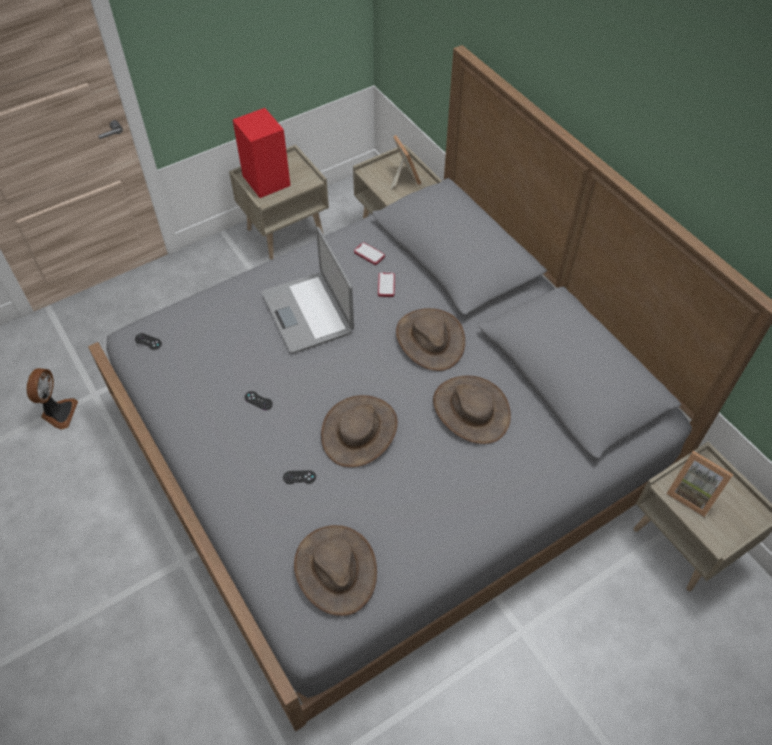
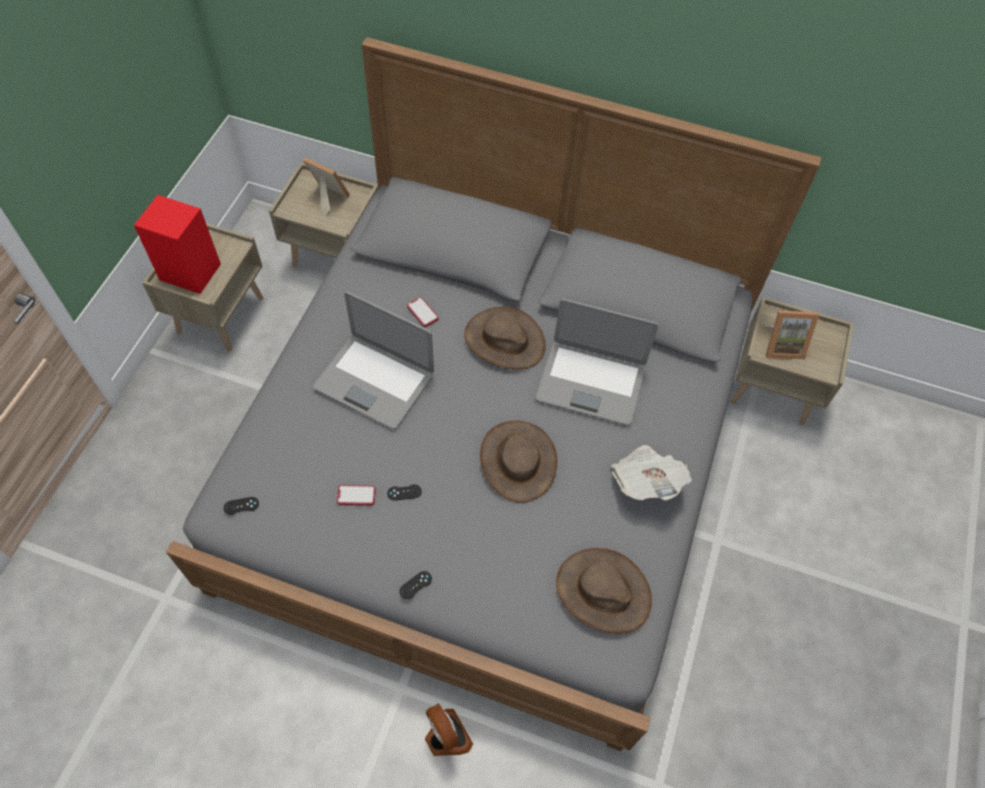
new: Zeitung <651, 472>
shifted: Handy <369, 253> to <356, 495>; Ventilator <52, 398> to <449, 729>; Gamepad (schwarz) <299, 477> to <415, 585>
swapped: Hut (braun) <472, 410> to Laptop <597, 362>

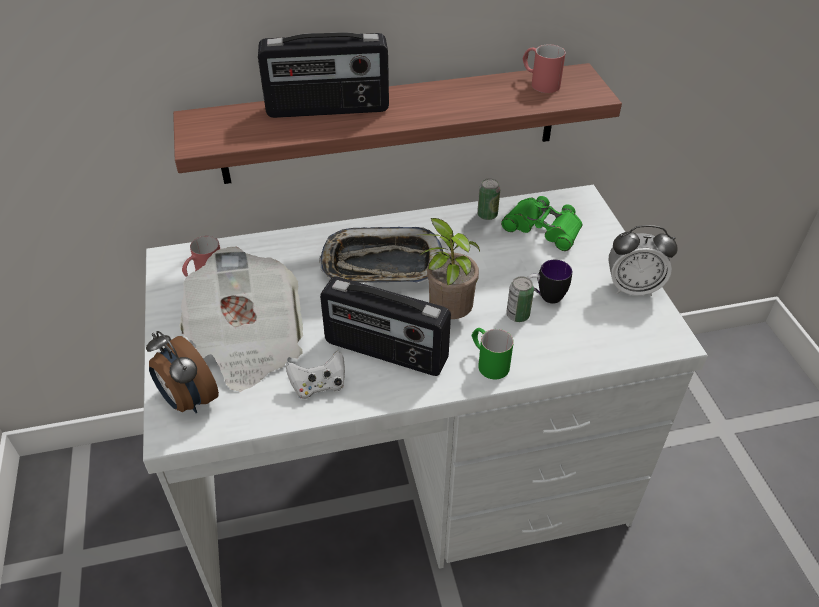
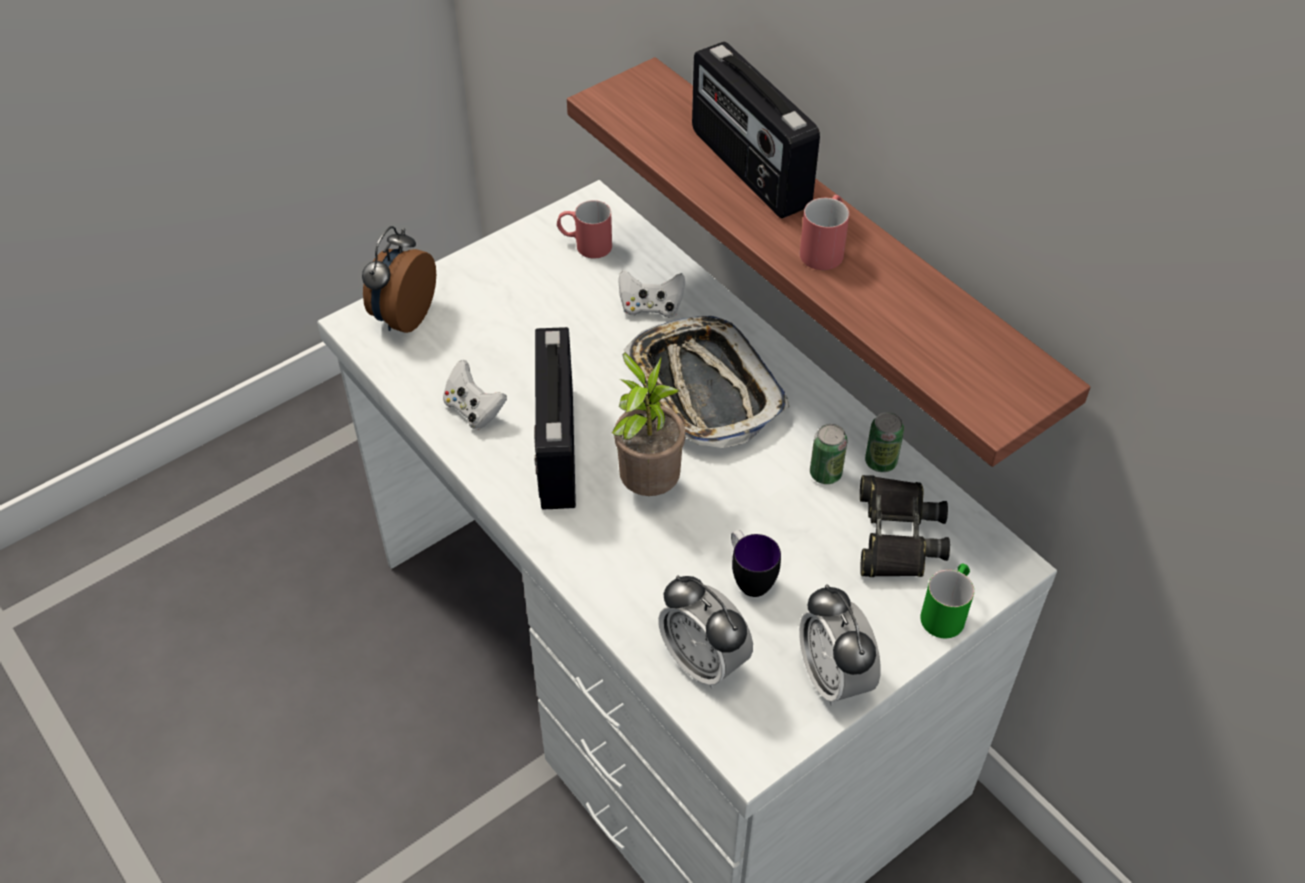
gone: Zeitung <241, 319>
new: Gamepad (weiß) <651, 294>; Wecker <705, 632>
shifted: Henkelbecher (rot) <544, 68> to <824, 232>; Dose <520, 299> to <828, 454>; Henkelbecher (grün) <493, 353> to <947, 600>
repainted: Fernglas (grün) <542, 223> to Fernglas (schwarz) <905, 526>

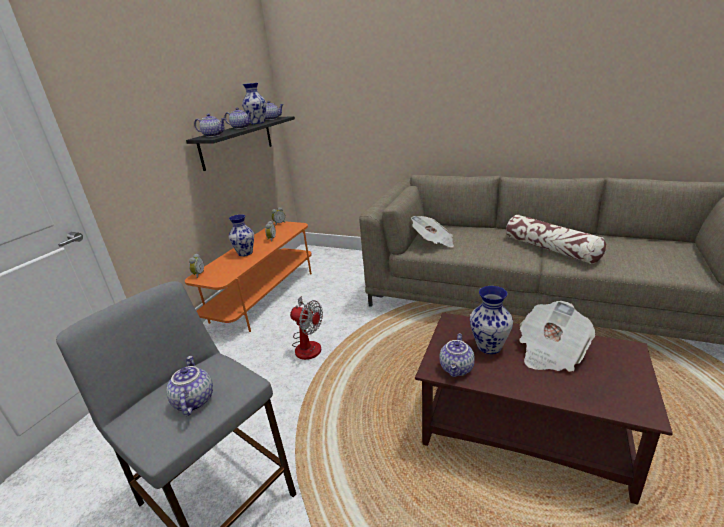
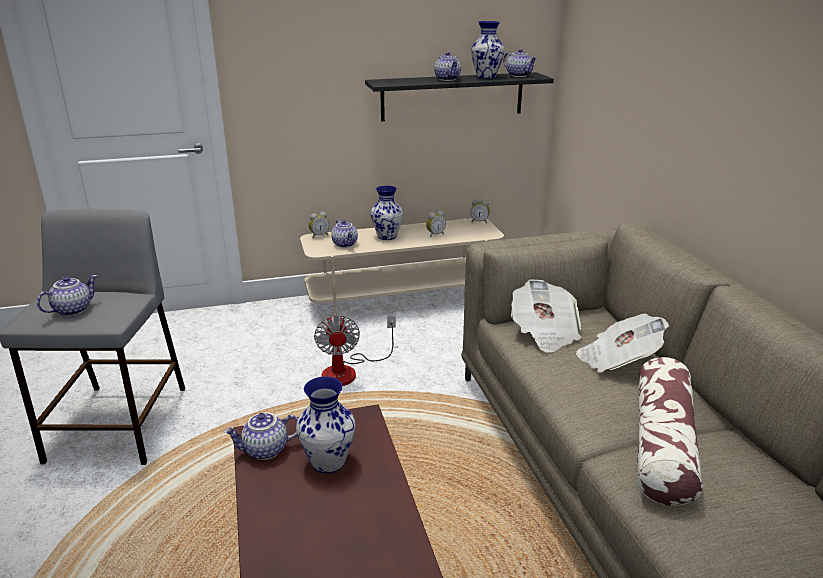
shifted: Teekanne <210, 125> to <344, 234>; Zeitung <557, 336> to <622, 343>
repainted: Fernsehschrank (orange) <248, 276> to Fernsehschrank (beige) <402, 266>

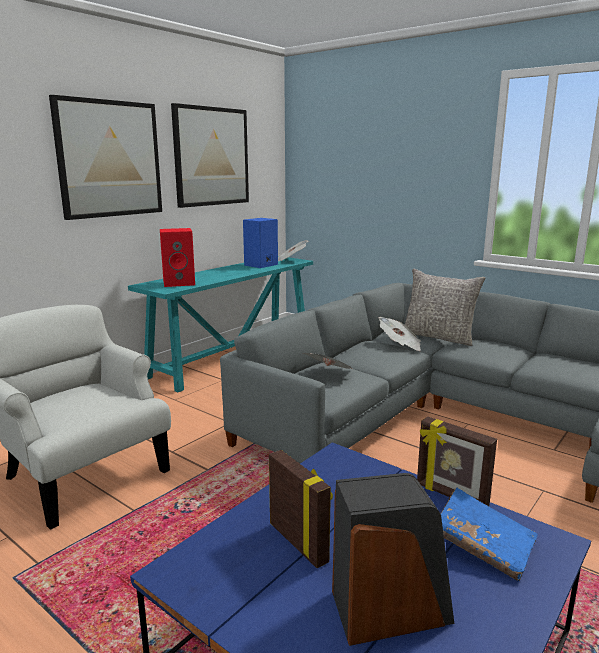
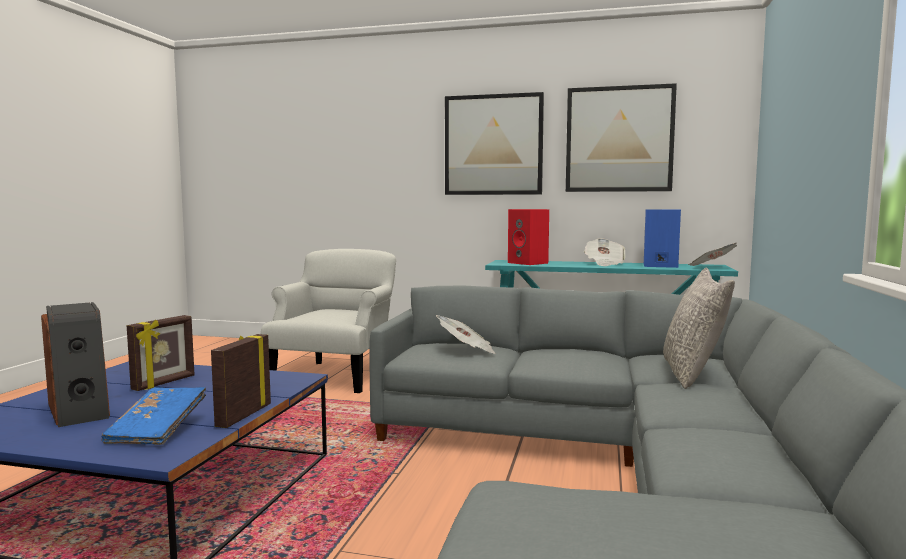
shifted: Zeitung <400, 334> to <604, 252>

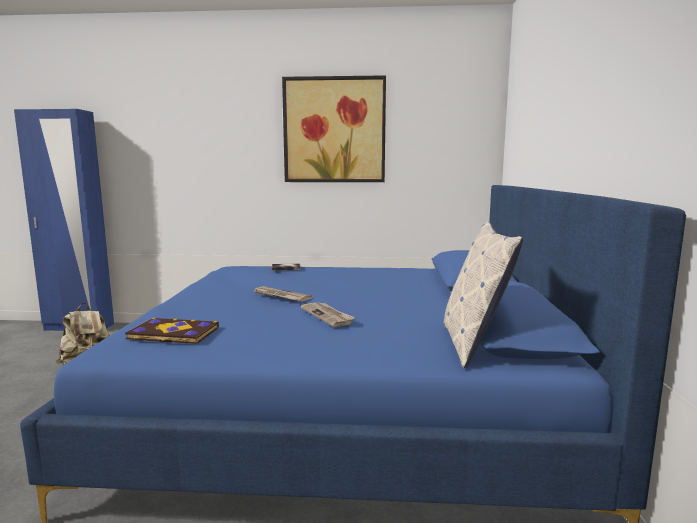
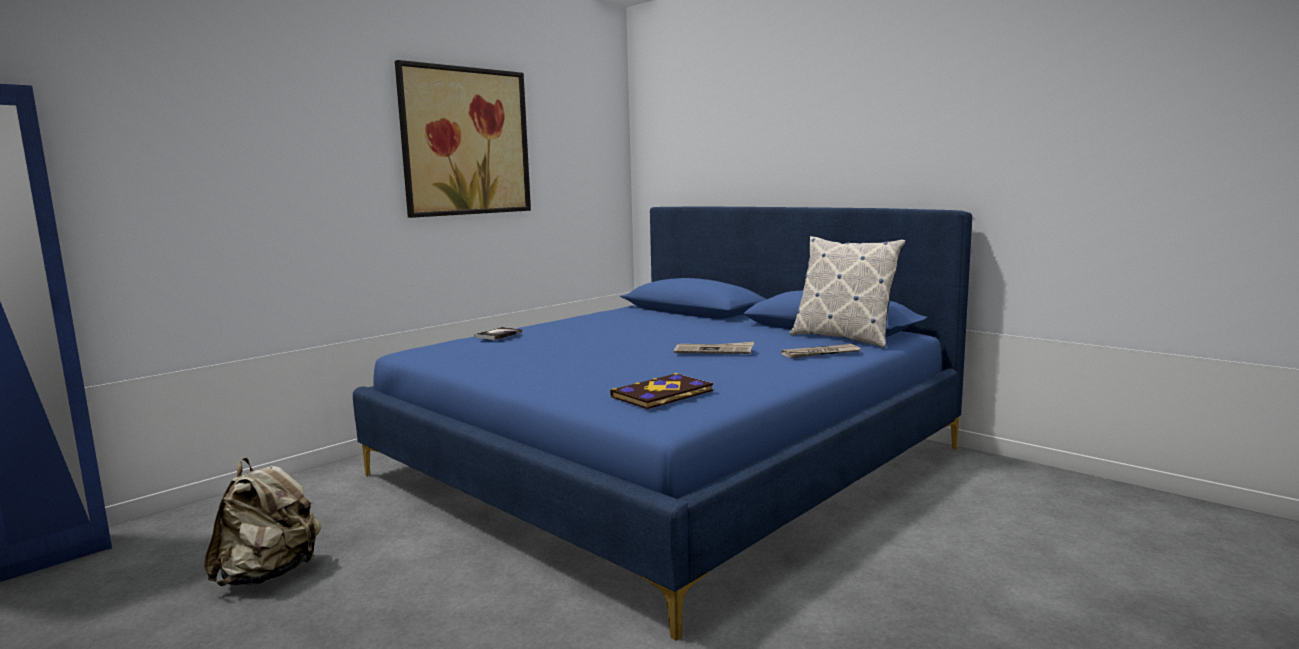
shifted: Zeitung <283, 294> to <821, 351>

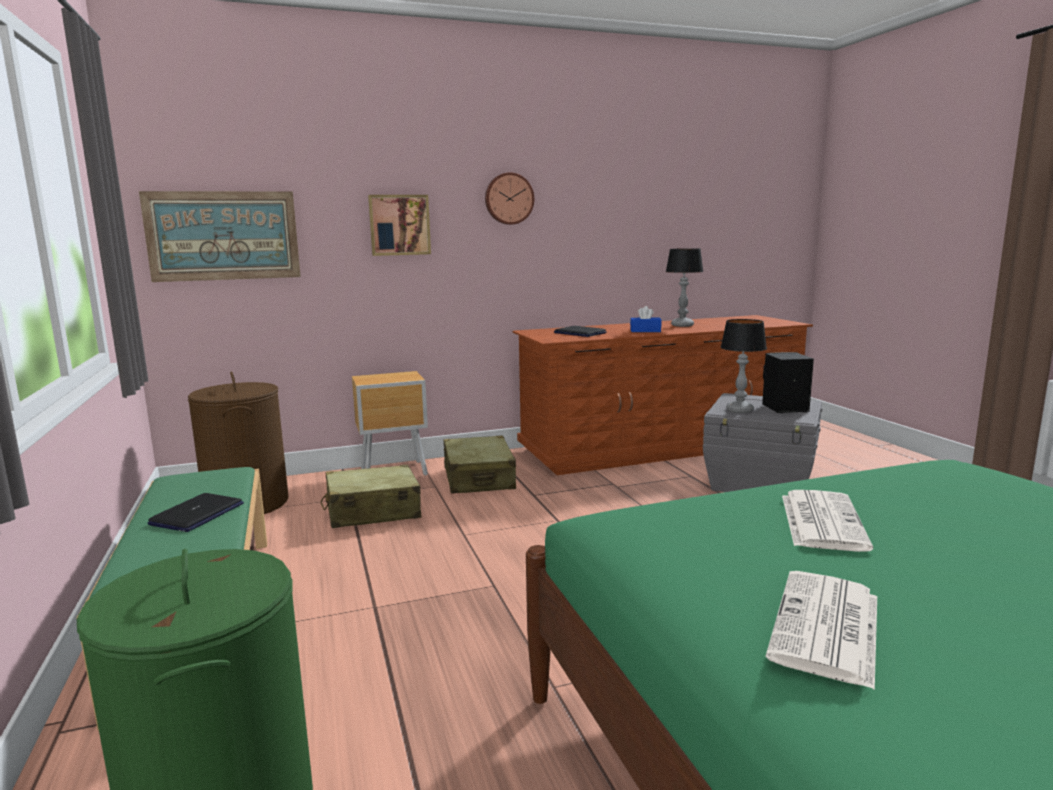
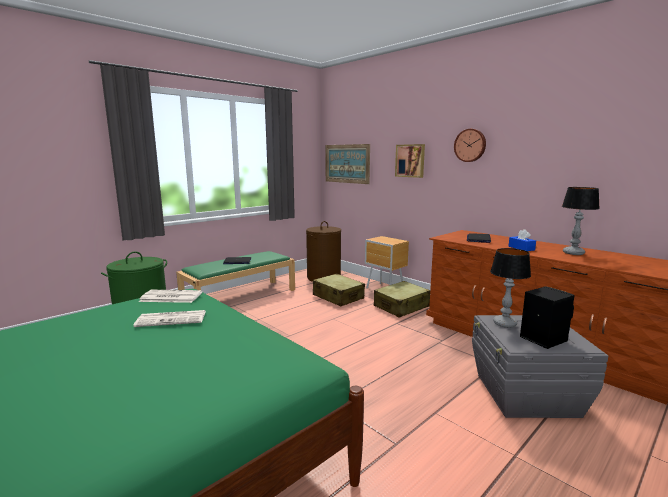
shifted: Zeitung <821, 630> to <170, 296>

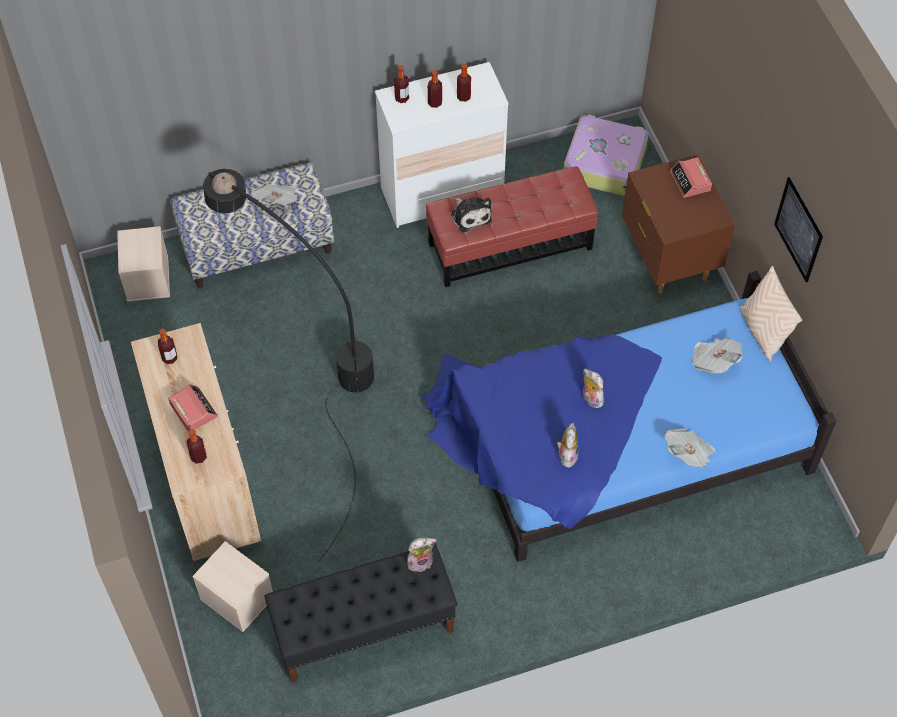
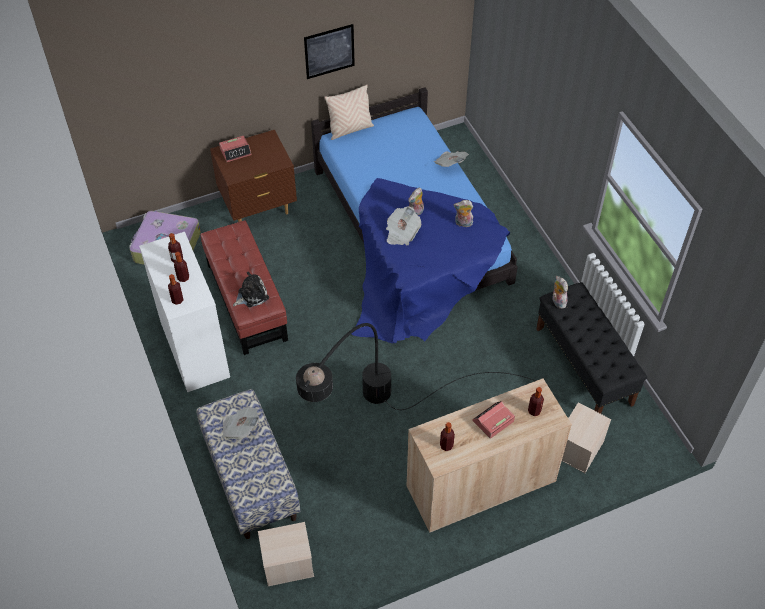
shifted: Zeitung <716, 356> to <403, 225>

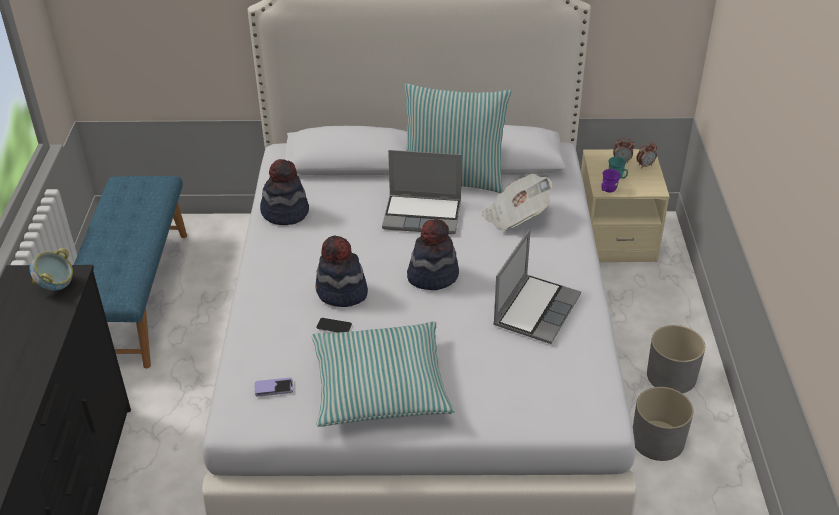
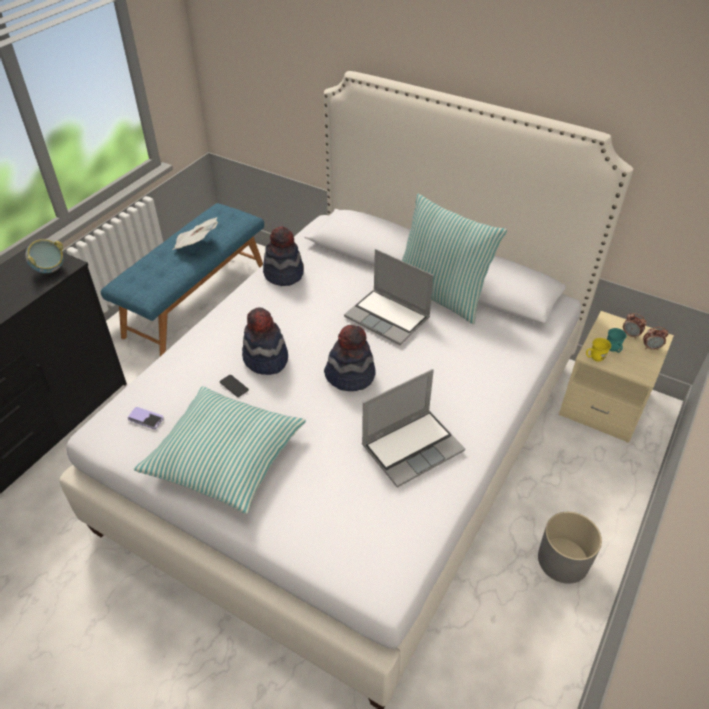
gone: Pflanzkübel (grau) <663, 424>
shifted: Zeitung <517, 202> to <195, 233>
repainted: Henkelbecher (lila) <611, 181> to Henkelbecher (gelb) <598, 350>

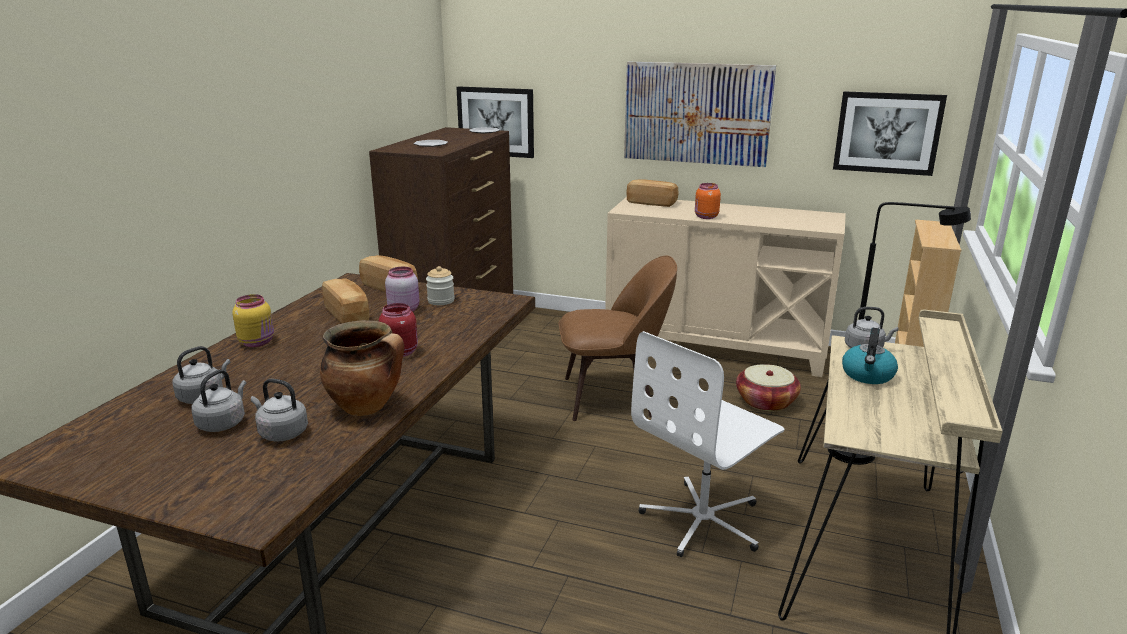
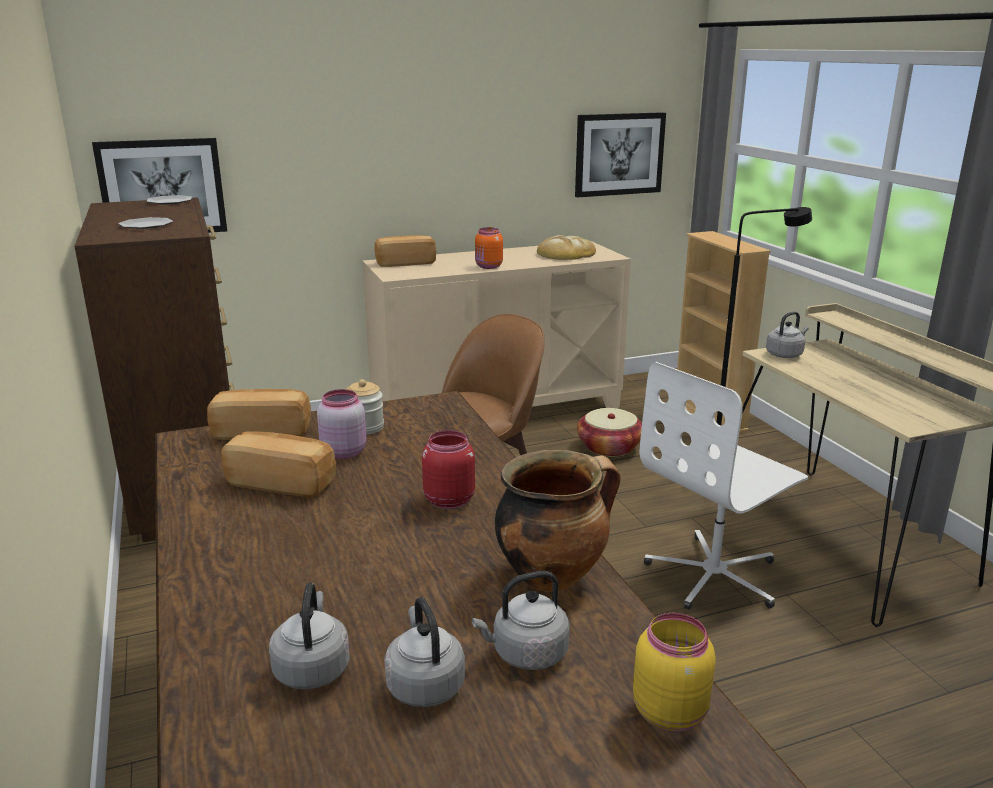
gone: Bild <700, 114>; Wasserkessel <870, 356>
new: Brot <566, 247>
shifted: Vorratsglas (gelb) <253, 320> to <674, 672>
rotated: Bürostuhl (weiß) <708, 444> = <724, 486> 45 degrees clockwise

